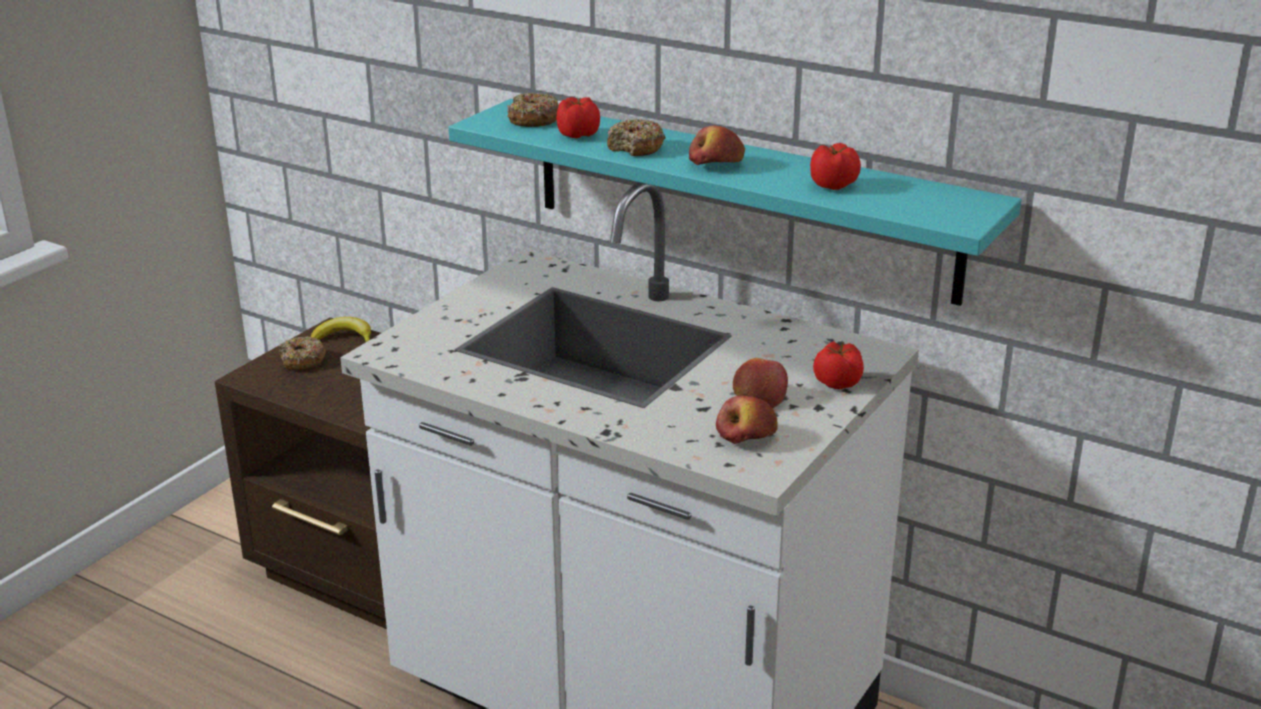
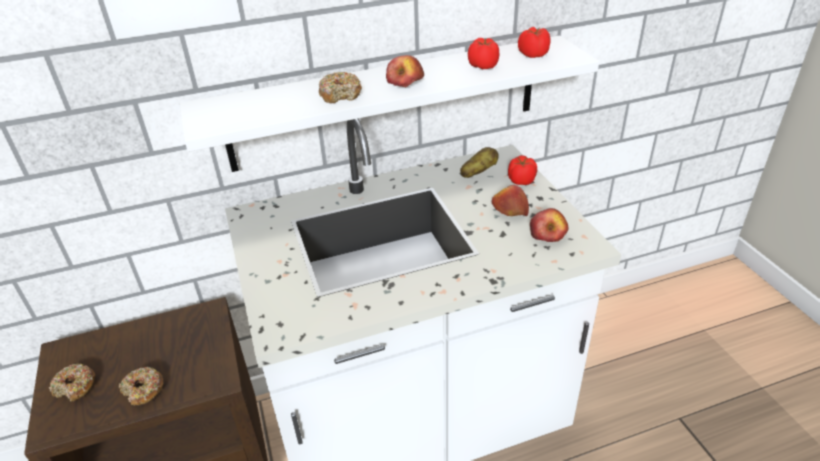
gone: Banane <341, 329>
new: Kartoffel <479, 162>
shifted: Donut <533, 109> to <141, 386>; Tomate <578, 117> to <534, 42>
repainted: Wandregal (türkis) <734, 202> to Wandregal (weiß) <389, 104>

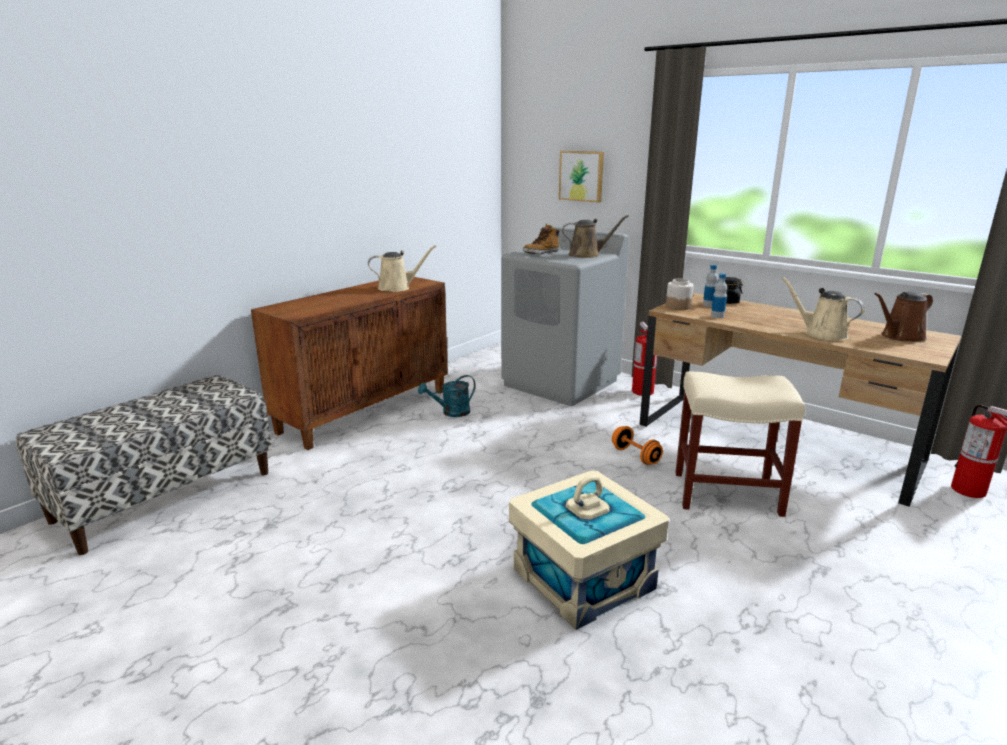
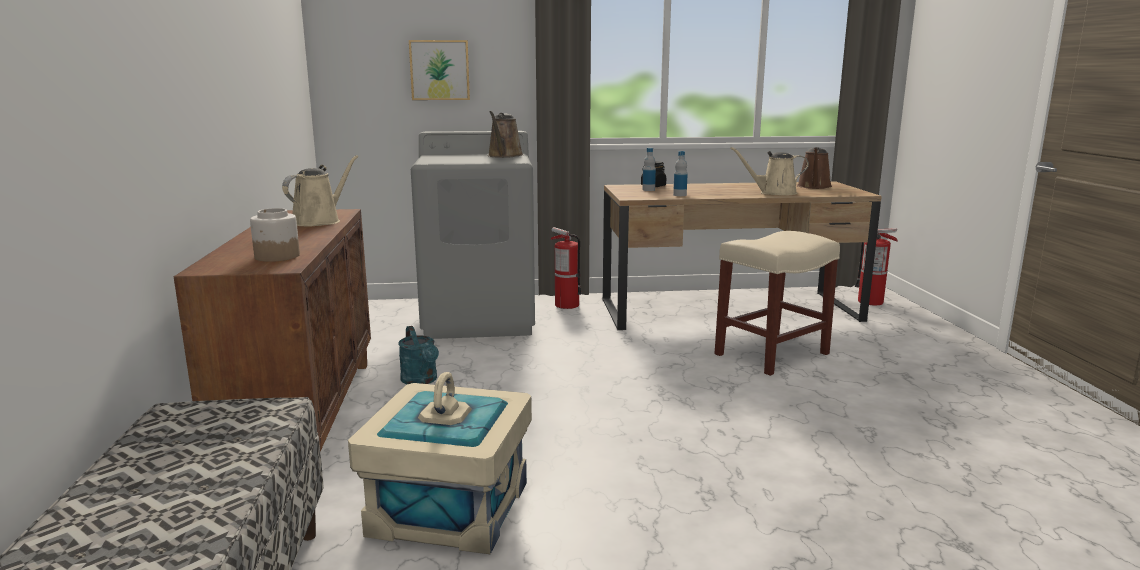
gone: Stiefel <541, 239>; Hantel (orange) <637, 445>
shifted: Vorratsglas <680, 294> to <275, 235>; Aufbewahrungsbox (beige) <589, 550> to <440, 463>
rotated: Gießkanne (braun) <595, 236> = <505, 134> 150 degrees clockwise; Gießkanne (türkis) <447, 396> = <418, 355> 45 degrees counterclockwise

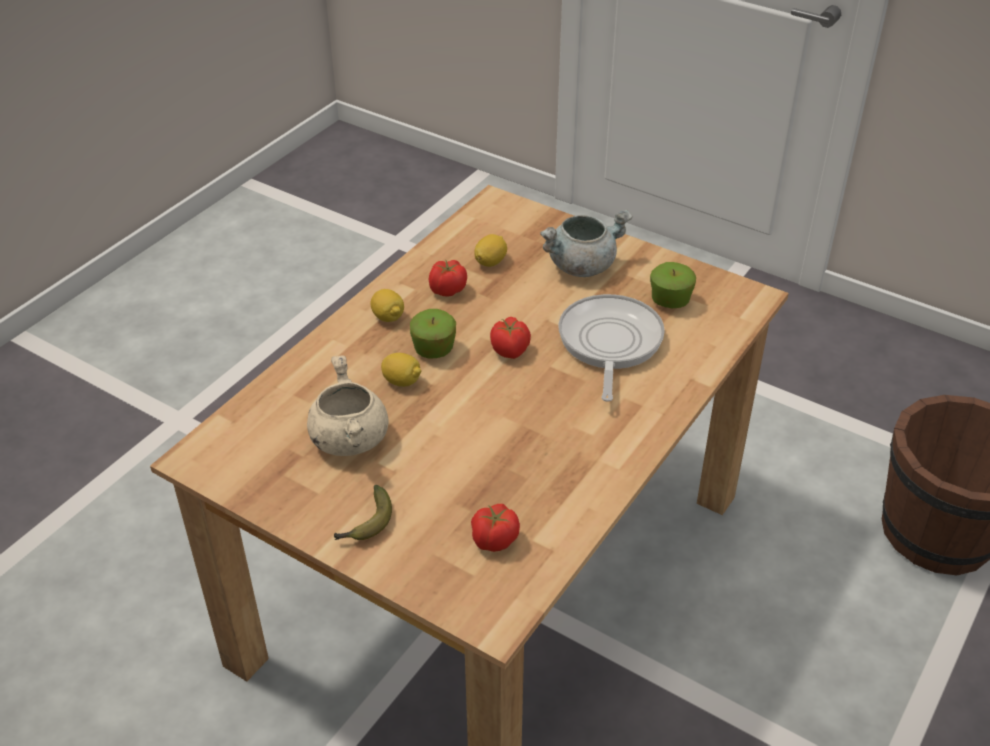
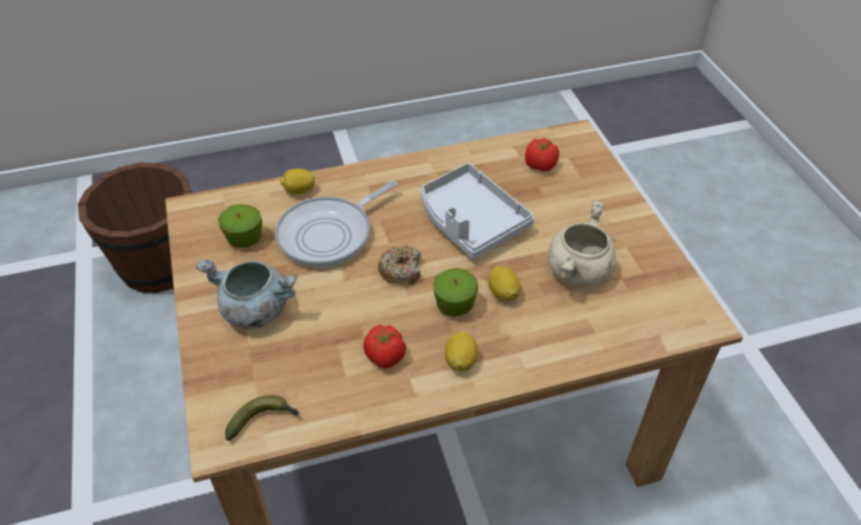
new: Tablett (grau) <477, 211>
shifted: Zitrone <490, 250> to <297, 181>; Banane <363, 512> to <262, 418>
swapped: Tomate <510, 338> to Donut <399, 265>

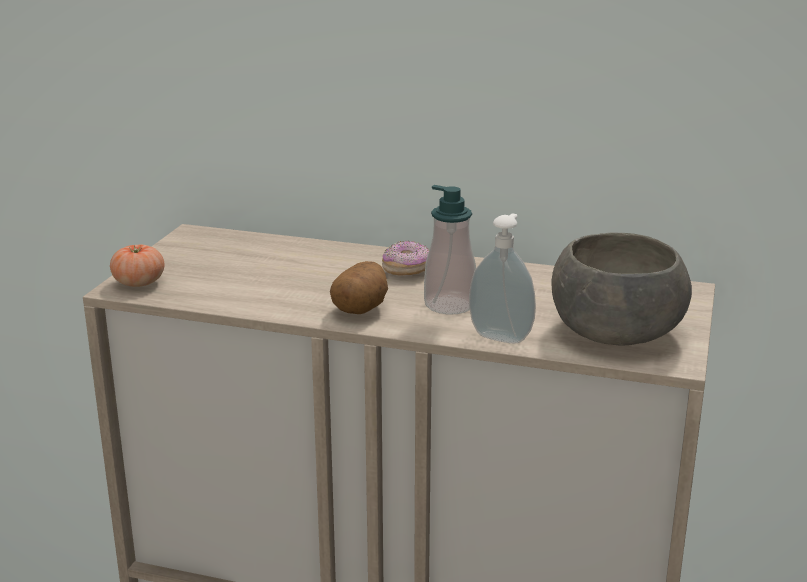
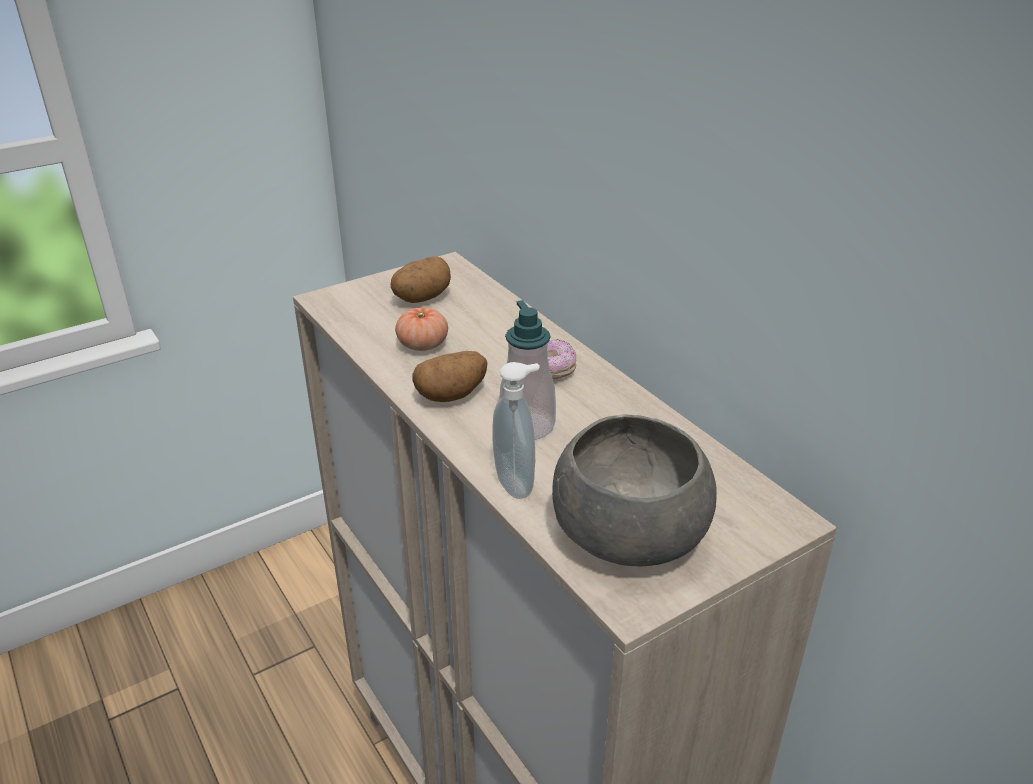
new: Kartoffel <421, 279>
shifted: Tomate <137, 265> to <421, 329>

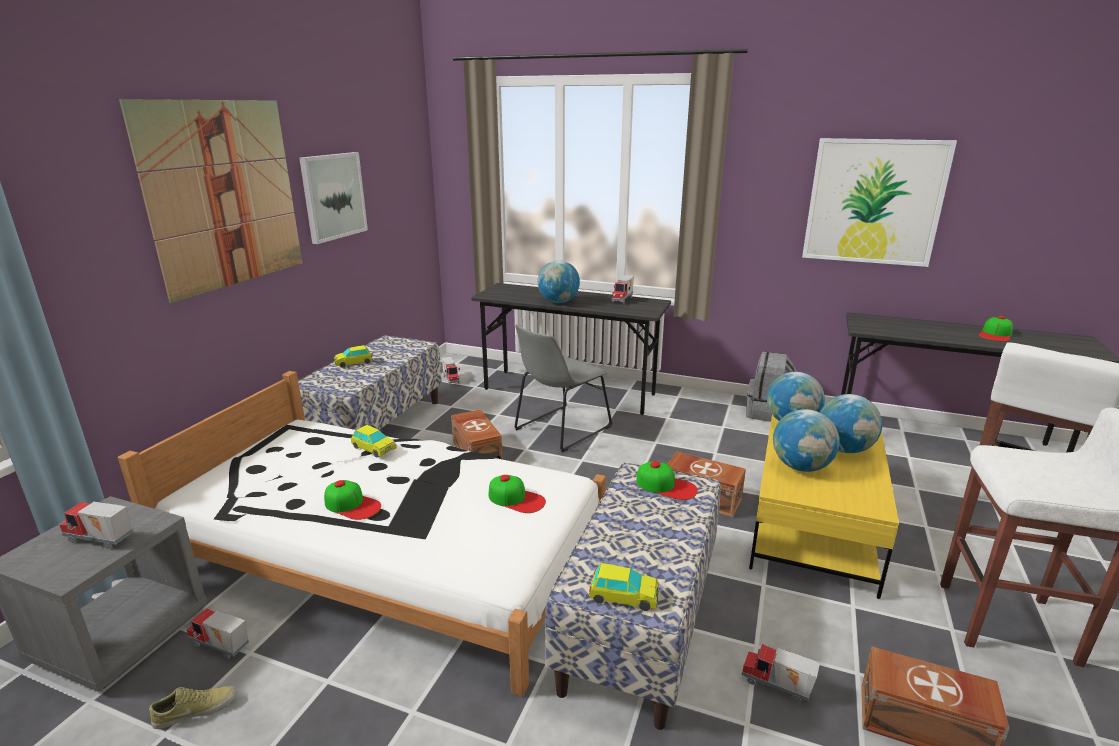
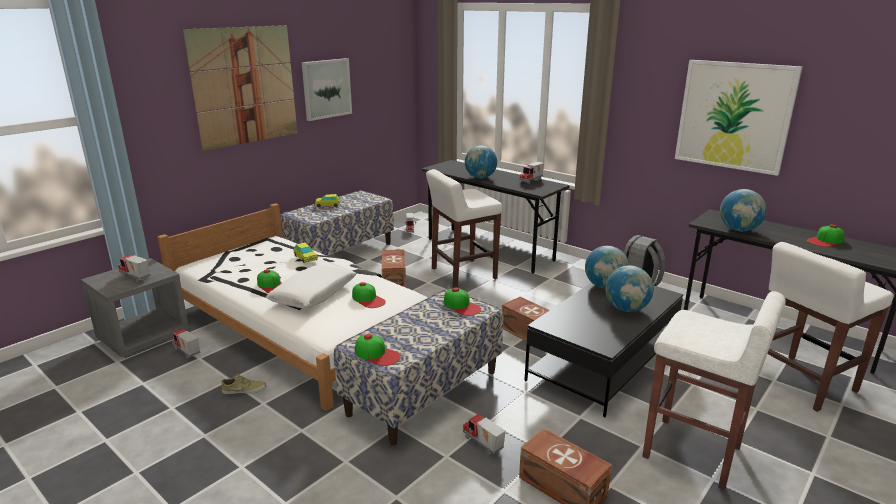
new: Kissen (weiß) <311, 286>
shifted: Globus <806, 440> to <743, 210>; Schuh (beige) <192, 707> to <244, 384>
swapped: Stuhl (grau) <563, 388> to Hocker (weiß) <464, 228>; Spielzeugauto <624, 587> to Kappe <378, 350>
repainted: Couchtisch (gelb) <824, 507> to Couchtisch (schwarz) <604, 349>

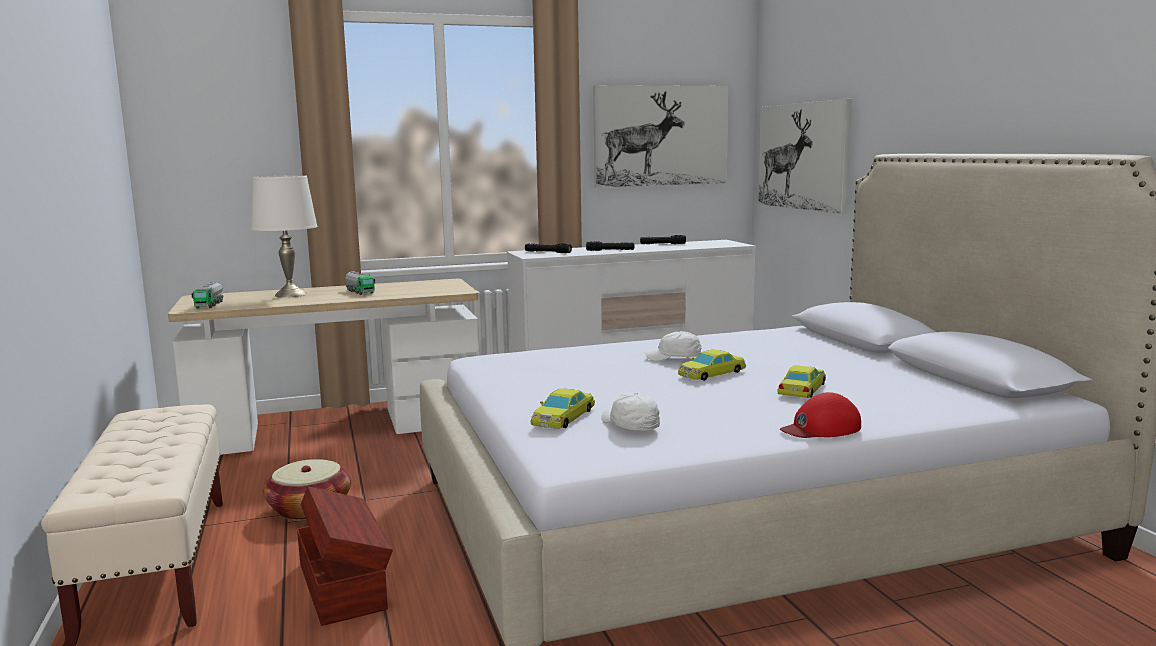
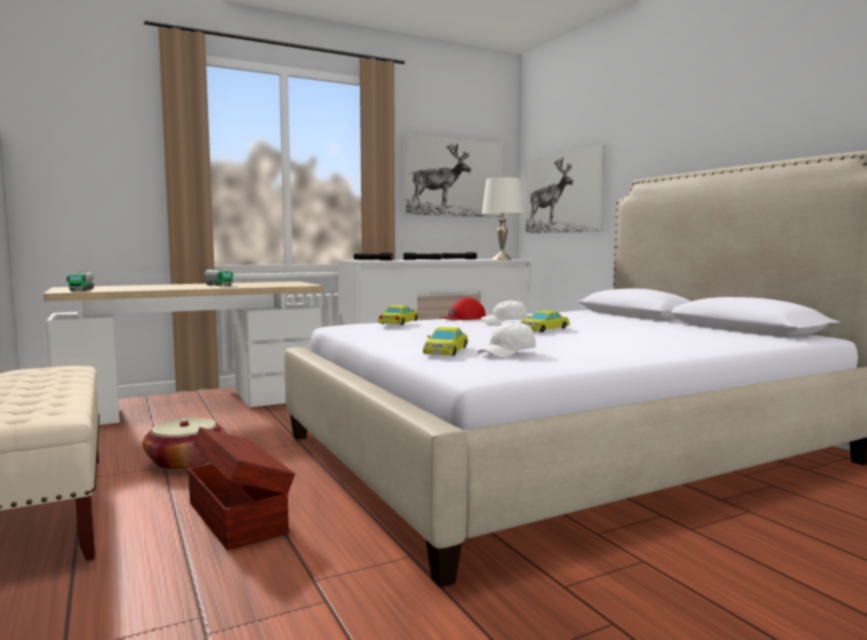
shifted: Tischlampe (weiß) <284, 236> to <503, 218>; Spielzeugauto (gelb) <801, 381> to <398, 315>; Kappe (rot) <820, 415> to <463, 308>
rotated: Kappe (weiß) <630, 411> = <506, 339> 90 degrees counterclockwise

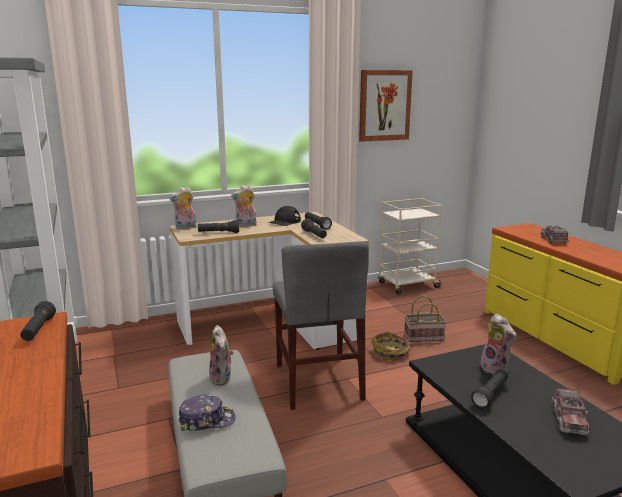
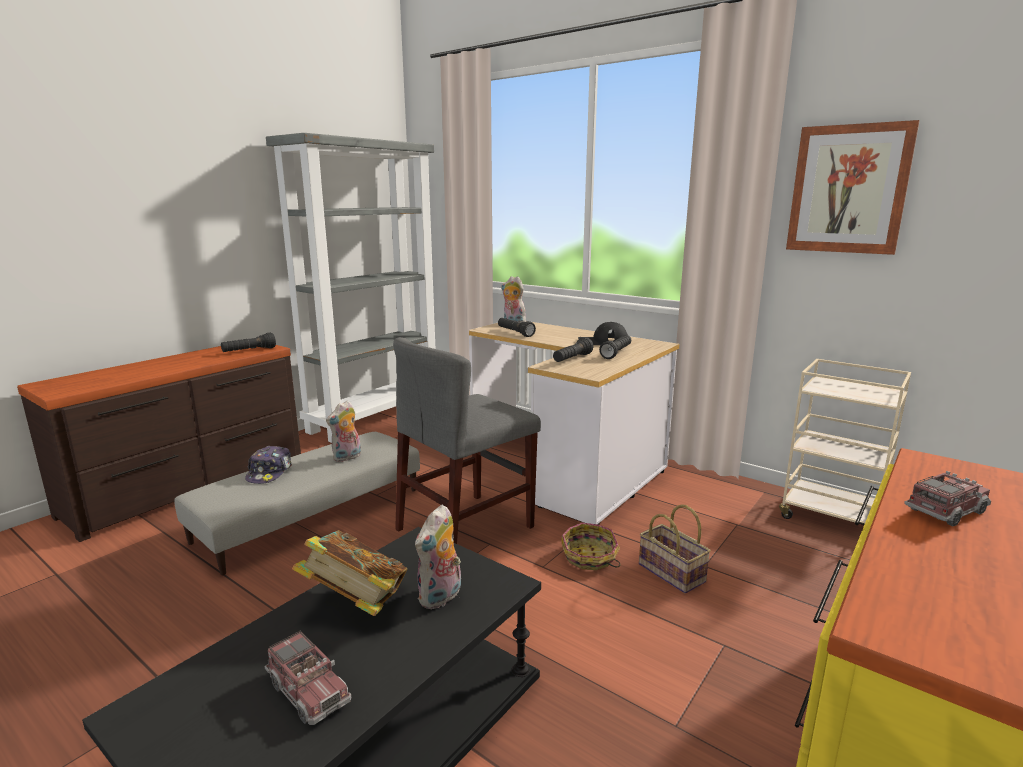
gone: Plüschtier <244, 206>
swapped: Taschenlampe (schwarz) <489, 388> to Buch <349, 573>
rotated: Spielzeuglaster <570, 411> = <308, 677> 120 degrees counterclockwise; Kappe <207, 412> = <268, 465> 45 degrees clockwise

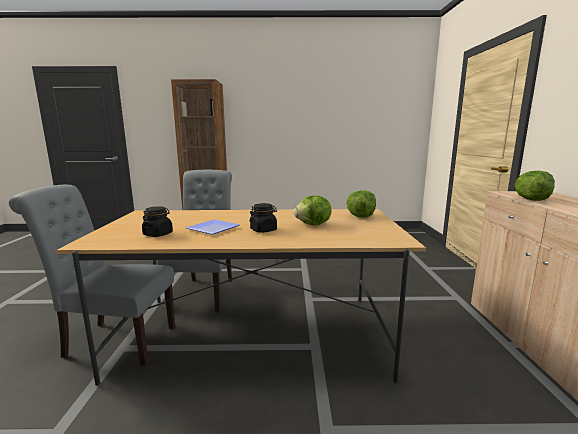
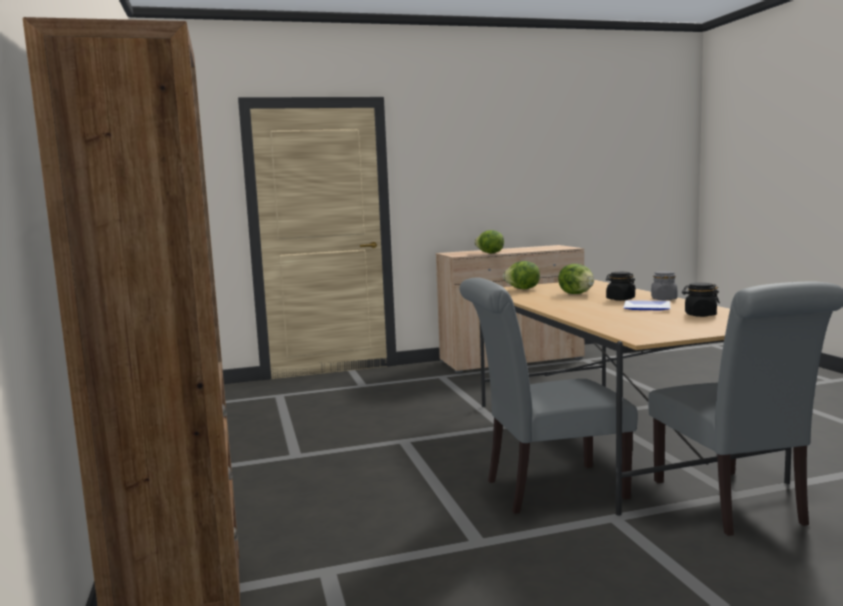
new: Vorratsglas (grau) <664, 285>

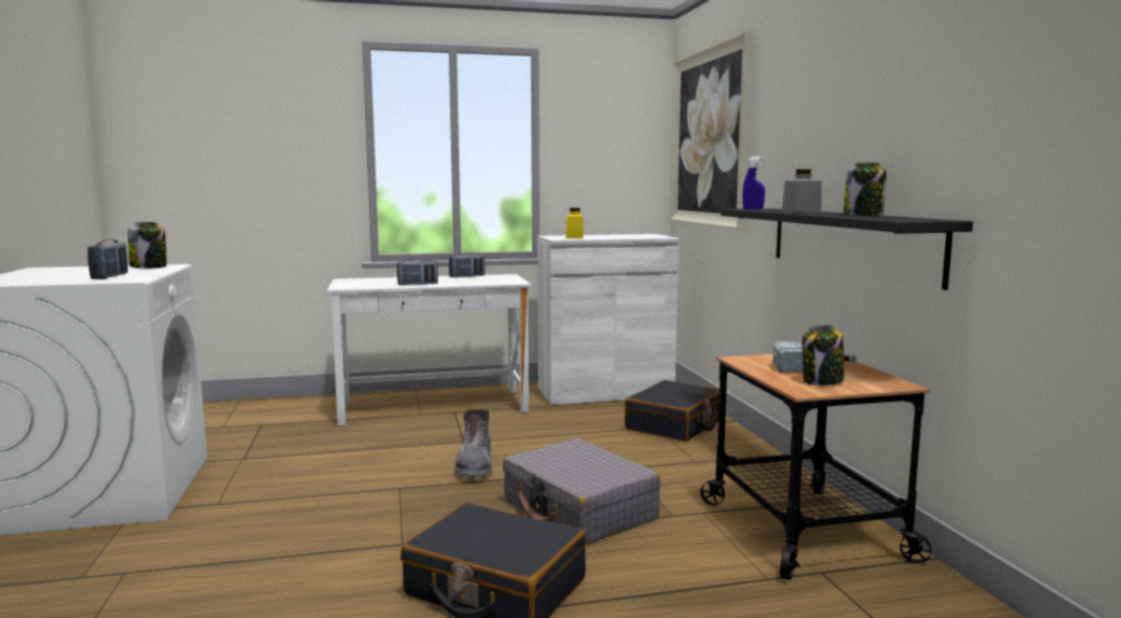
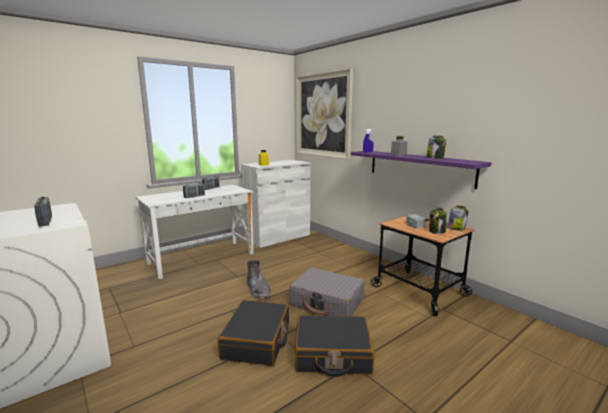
shifted: Vorratsglas <147, 245> to <457, 218>; Koffer (schwarz) <672, 410> to <253, 333>
repainted: Wandregal (schwarz) <847, 249> to Wandregal (lila) <421, 170>

